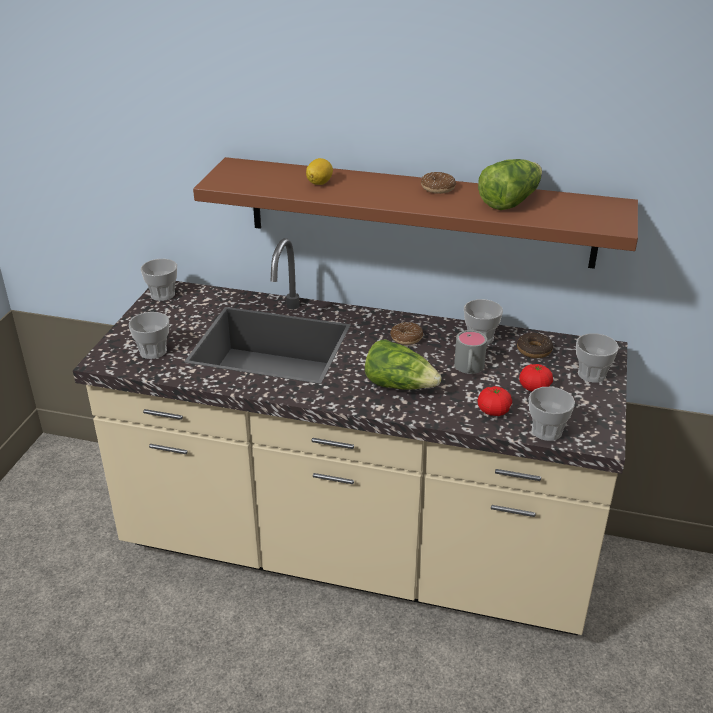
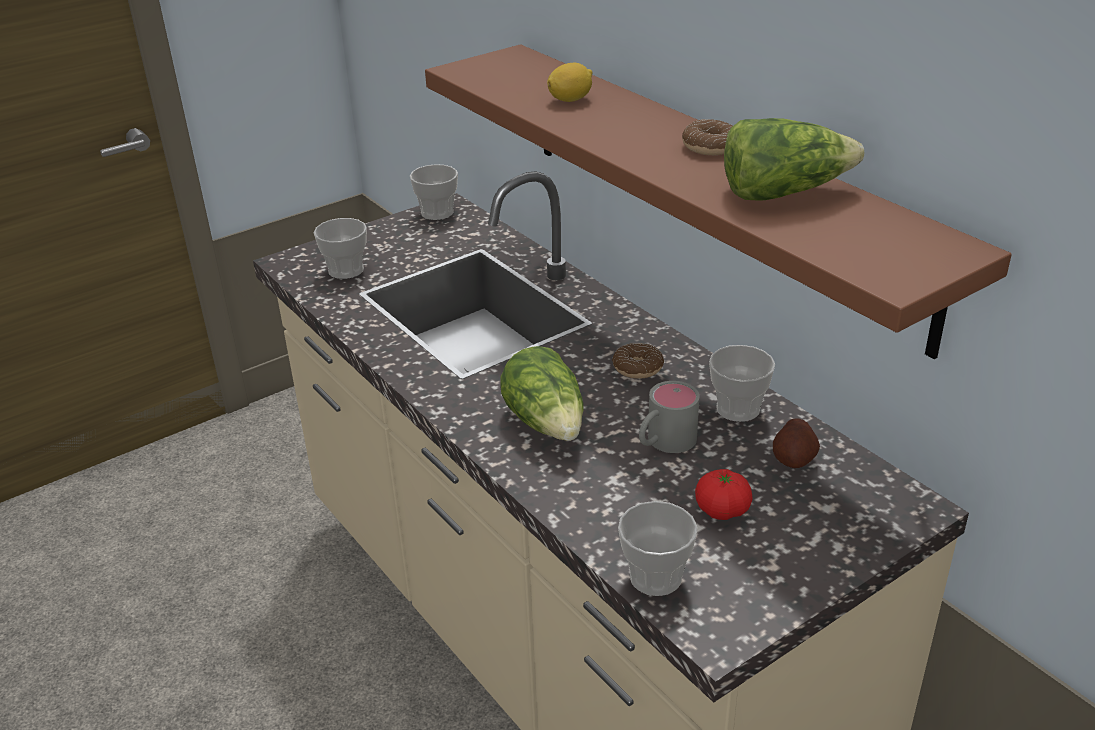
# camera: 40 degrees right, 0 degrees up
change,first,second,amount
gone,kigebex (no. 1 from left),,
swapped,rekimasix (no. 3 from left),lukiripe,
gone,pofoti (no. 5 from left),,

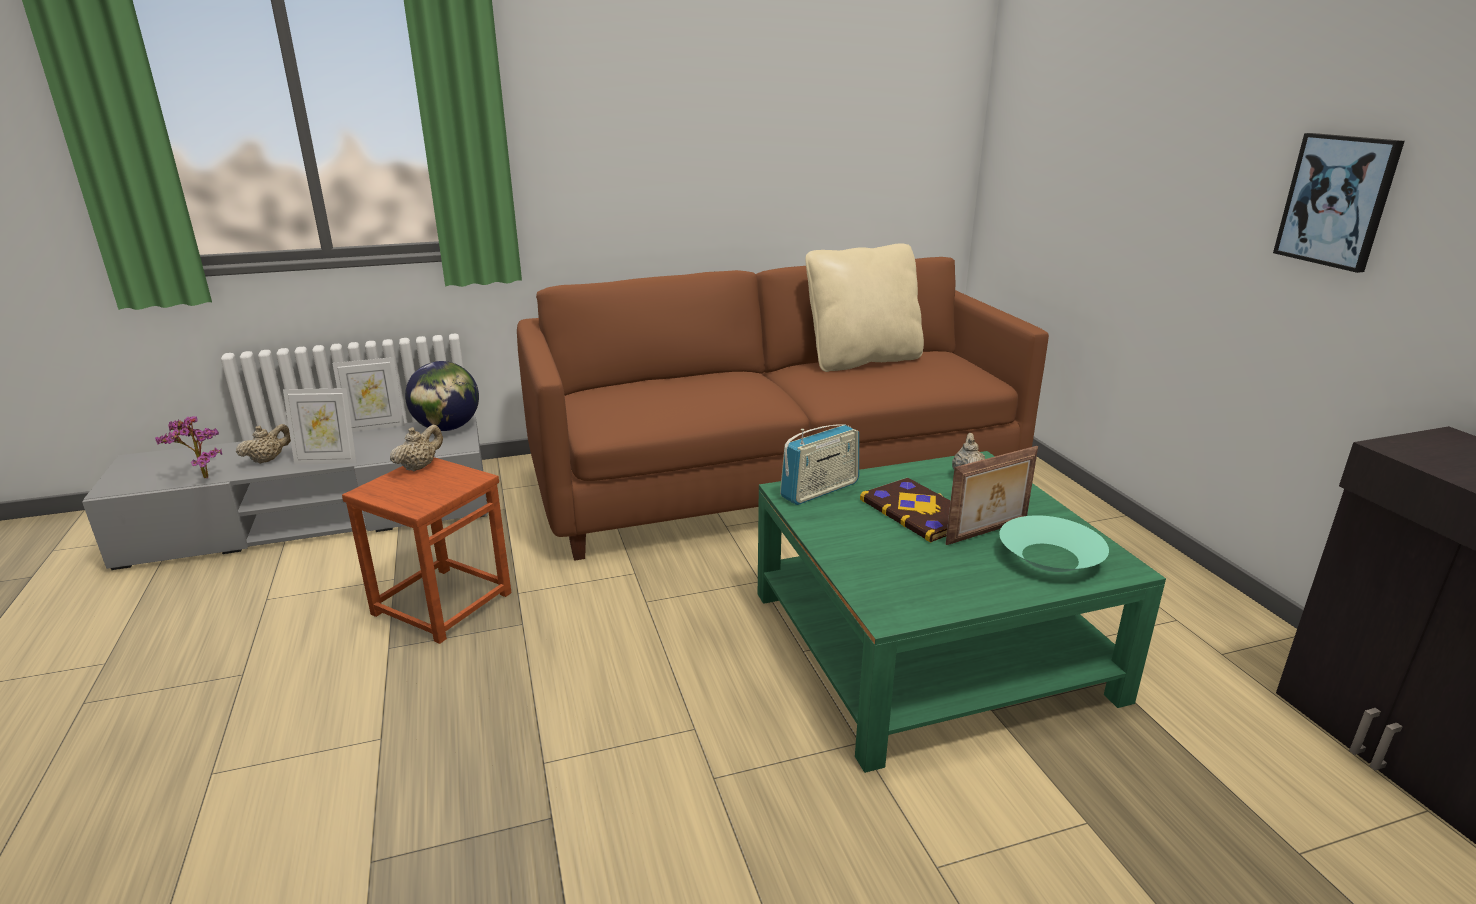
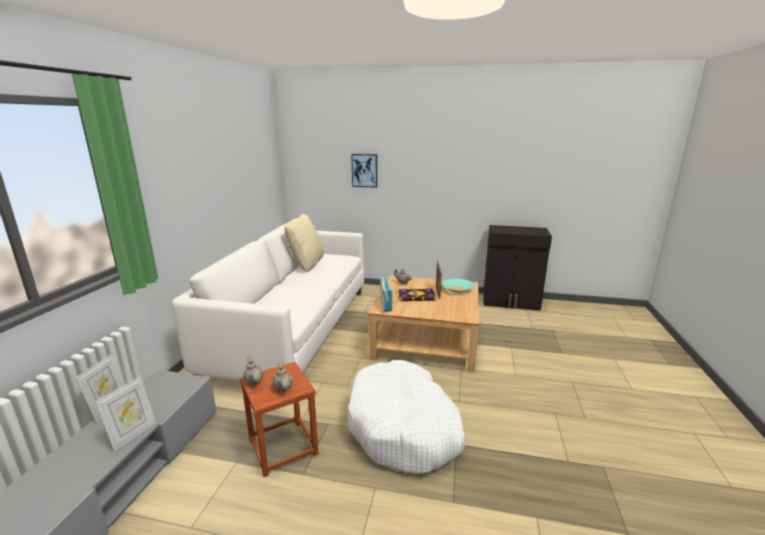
# camera: 60 degrees left, 5 degrees down
change,first,second,amount
gone,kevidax,,
shifted,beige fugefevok (no. 1 from left in the first image),beige fugefevok (no. 2 from left),
gone,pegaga,,
repainted,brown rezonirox,white rezonirox,
repainted,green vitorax,beige vitorax,
shifted,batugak,,
new,,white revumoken,

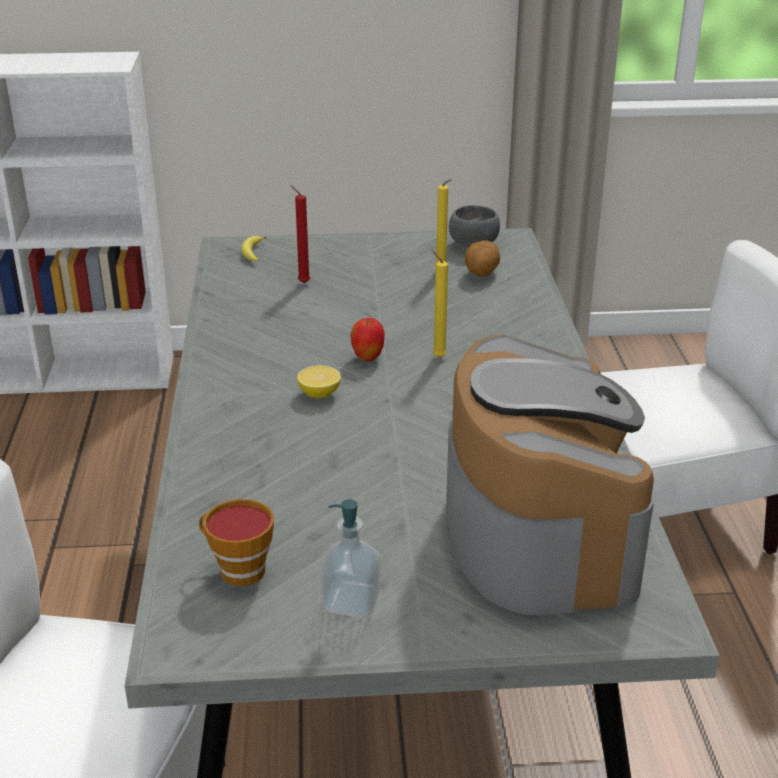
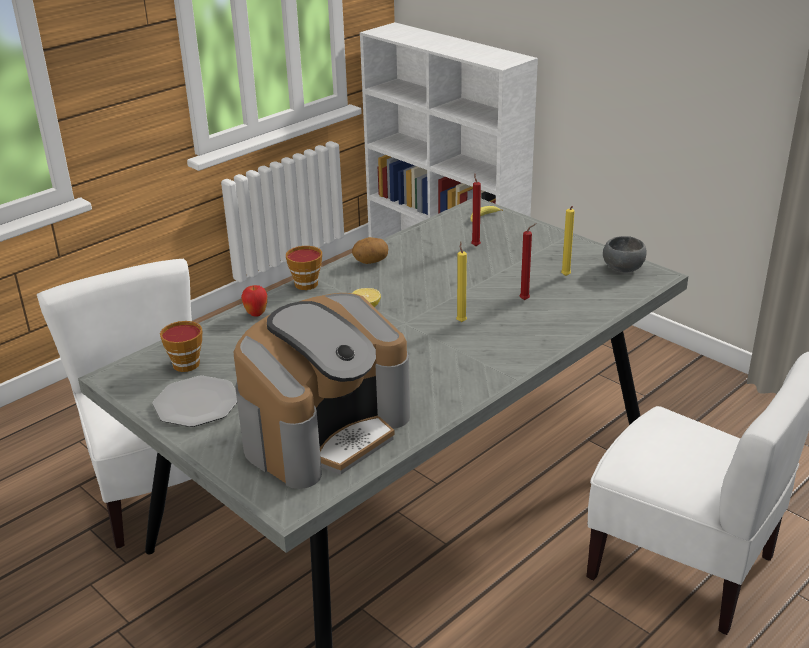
# camera: 50 degrees right, 0 degrees up
change,first,second,amount
swapped,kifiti,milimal,
shifted,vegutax,,
shifted,lukiripe,,
new,,pofoti (no. 2 from left),
new,,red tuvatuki (no. 2 from left),

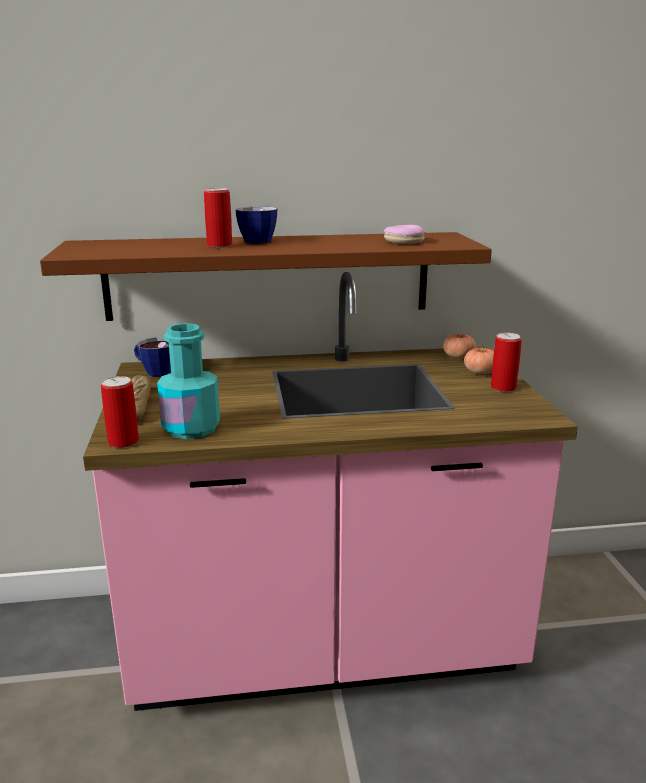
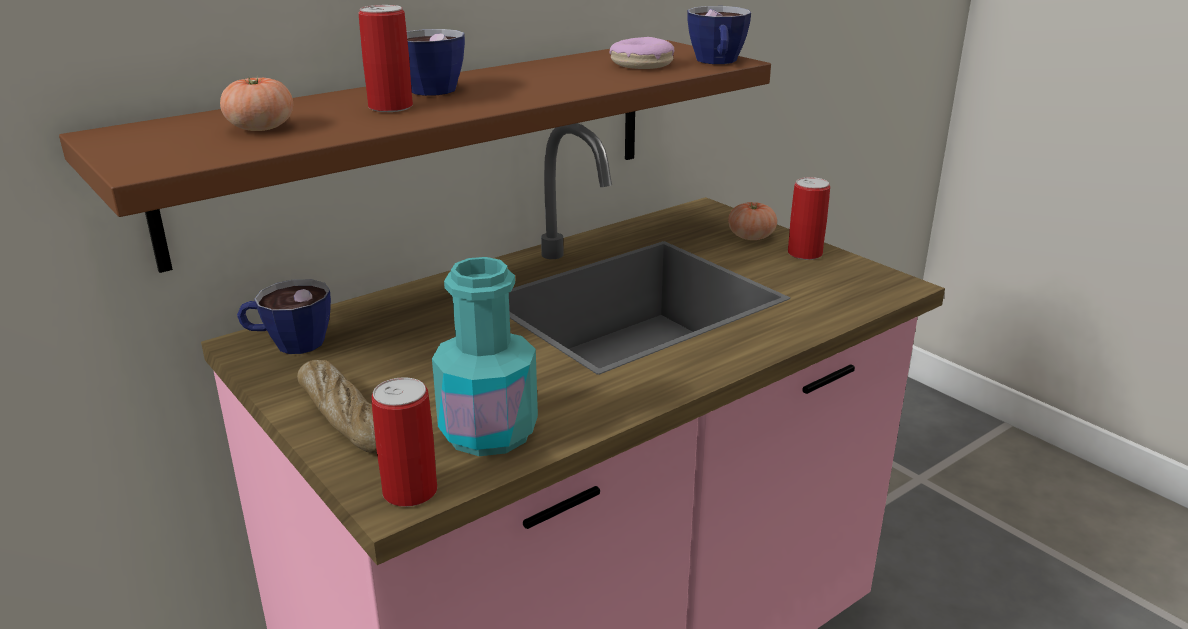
# camera: 30 degrees left, 5 degrees up
change,first,second,amount
shifted,kigebex (no. 1 from left),,
new,,pofoti (no. 3 from left),

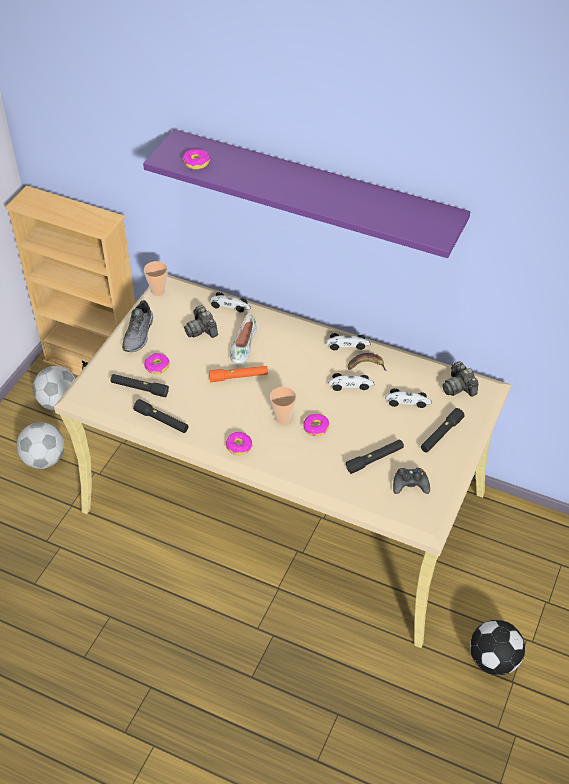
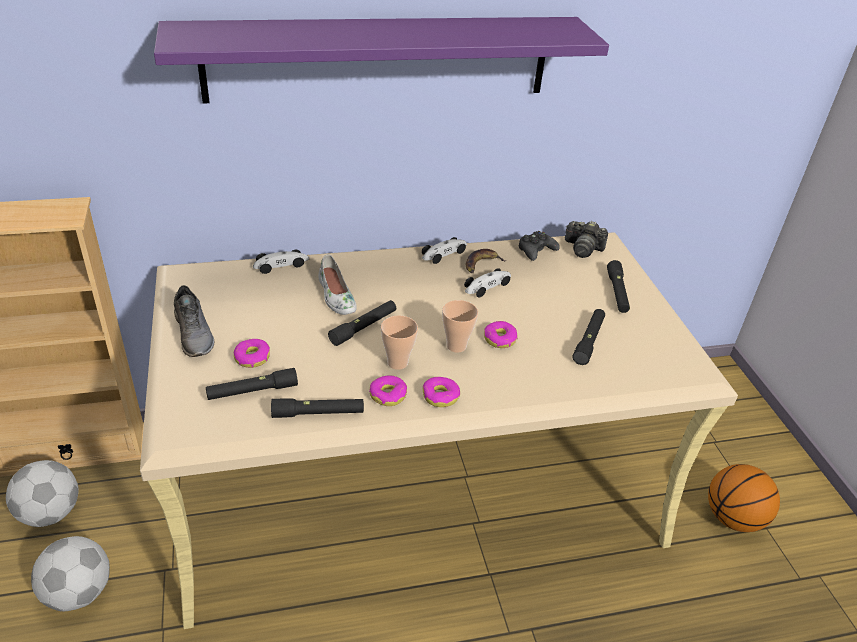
# camera: 40 degrees left, 10 degrees down
change,first,second,amount
shifted,pofoti (no. 1 from left),,
shifted,rekimasix (no. 2 from left),,
gone,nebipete (no. 1 from left),,
repainted,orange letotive,black letotive (no. 3 from left),
gone,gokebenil (no. 4 from left),,
shifted,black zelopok,,
swapped,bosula (no. 3 from left),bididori,

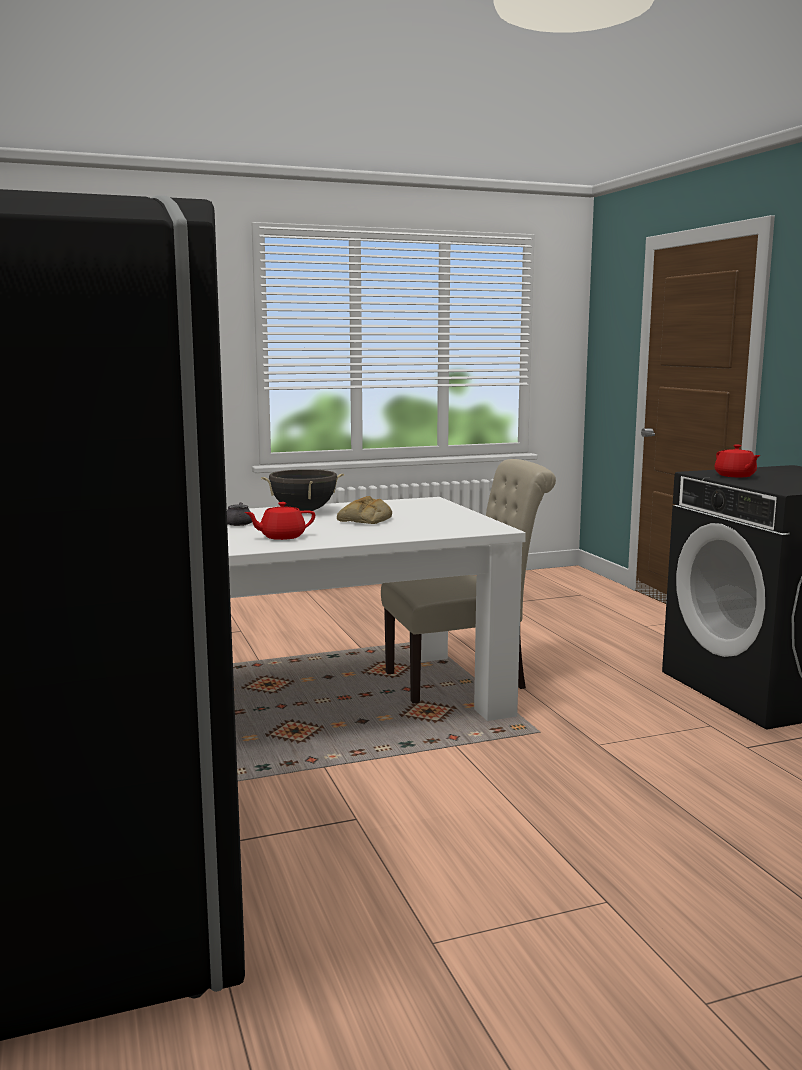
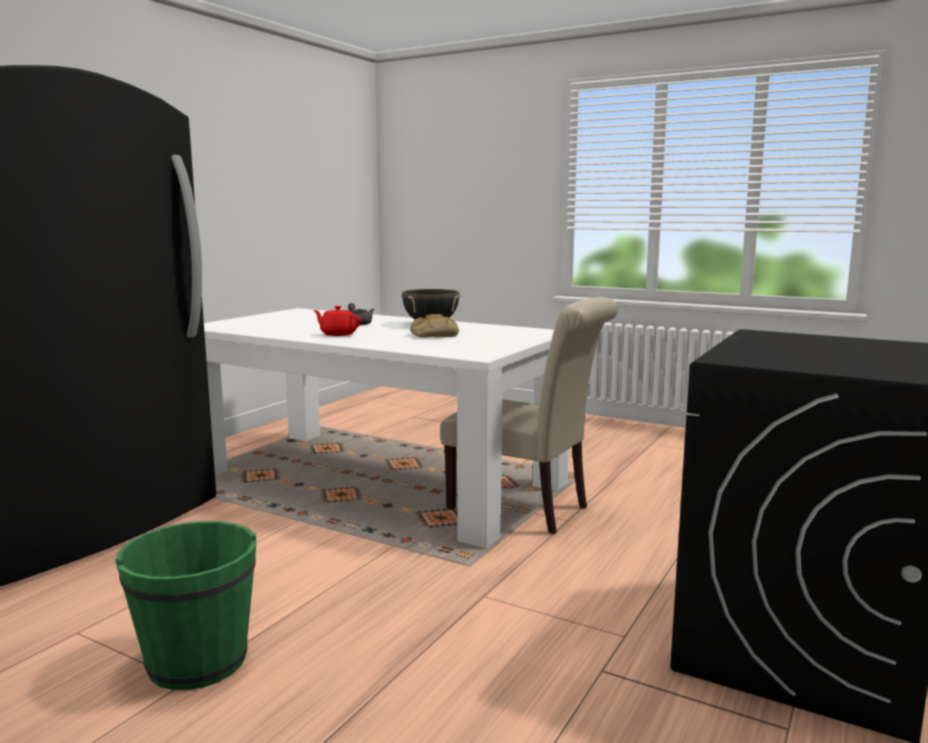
# camera: 50 degrees right, 0 degrees up
change,first,second,amount
gone,red fugefevok (no. 2 from left),,
new,,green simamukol,

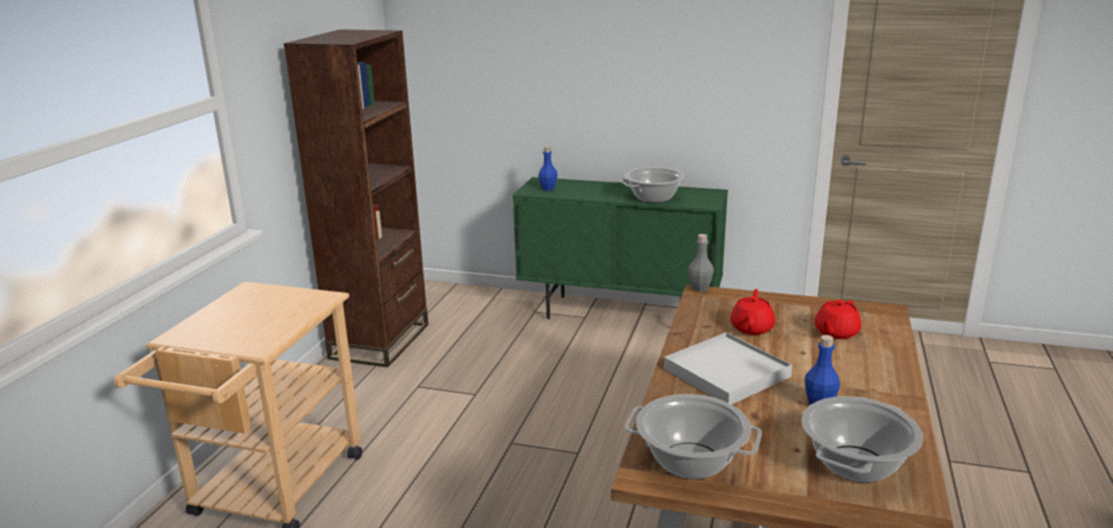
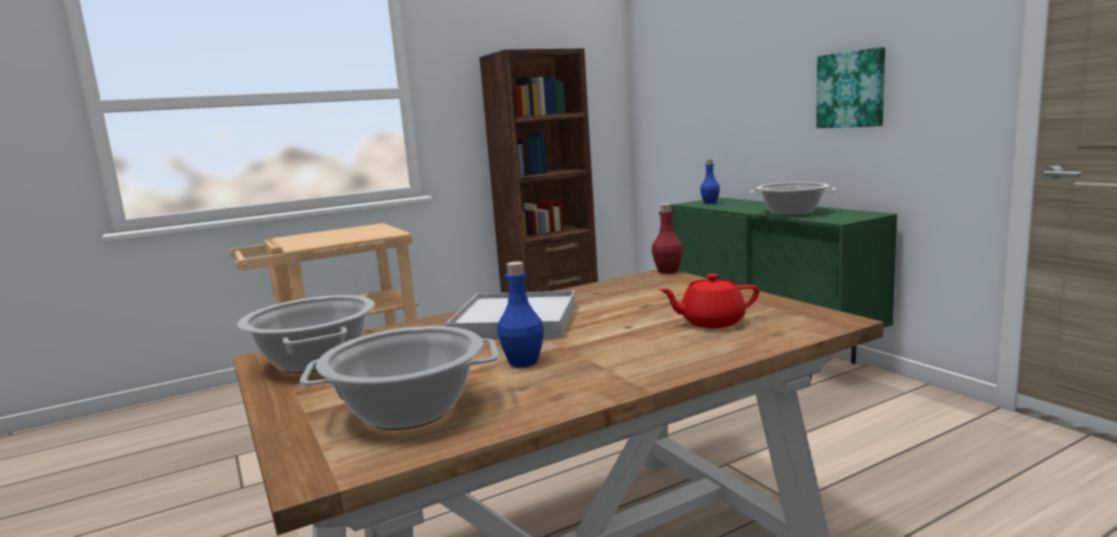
# camera: 45 degrees right, 10 degrees down
change,first,second,amount
repainted,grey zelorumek,red zelorumek,
gone,red fugefevok (no. 1 from left),,
new,,batugak,

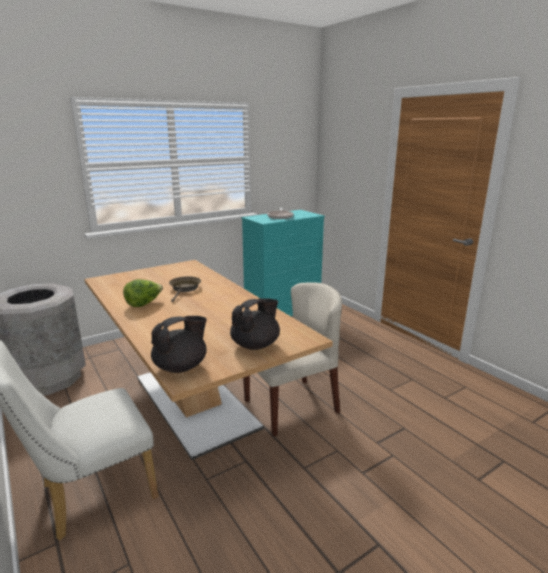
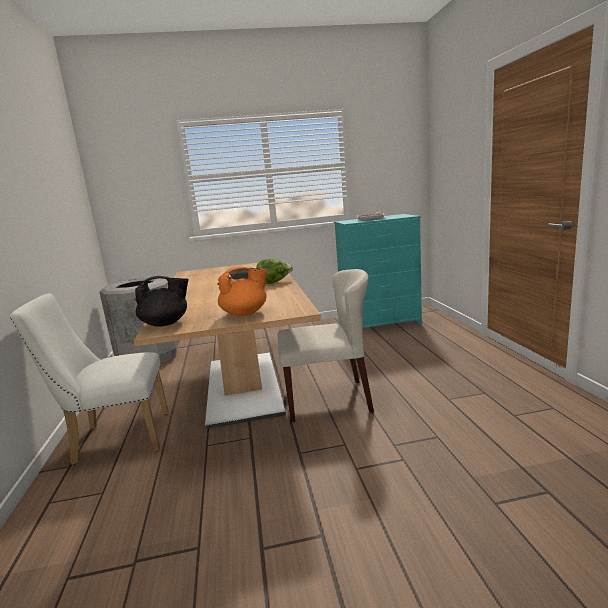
# camera: 25 degrees right, 5 degrees down
change,first,second,amount
shifted,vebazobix,,
repainted,black fugefevok (no. 2 from left),orange fugefevok,

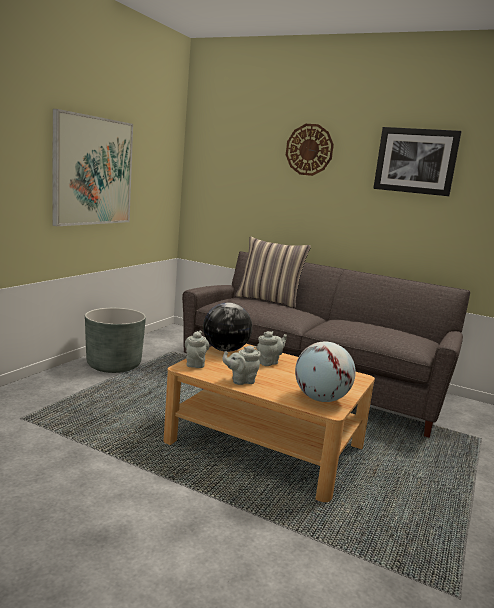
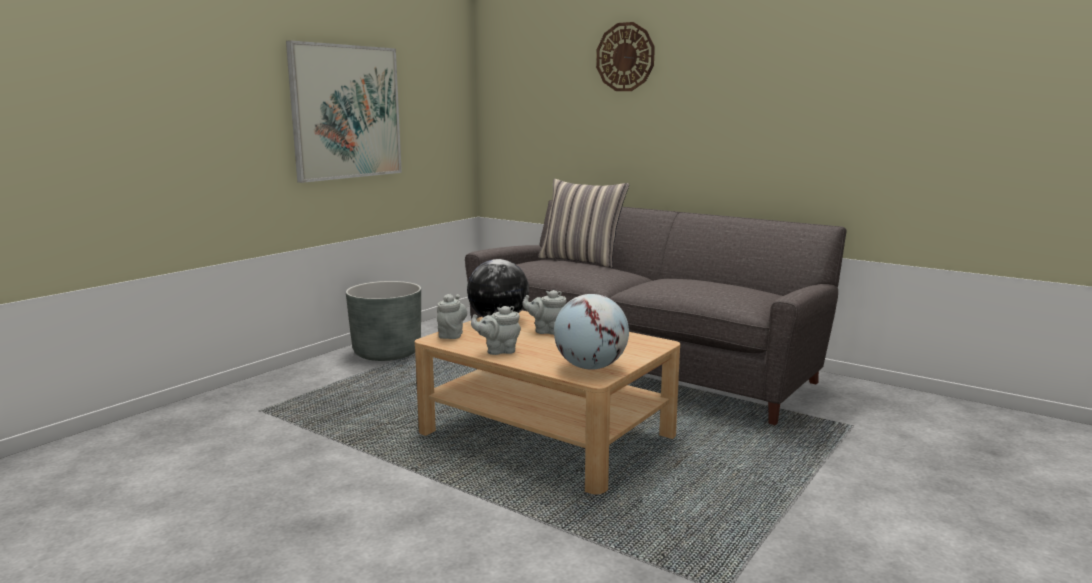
# camera: 10 degrees right, 0 degrees up
change,first,second,amount
rotated,grey fugefevok (no. 3 from left),,135 degrees counterclockwise
gone,batugak (no. 2 from left),,

